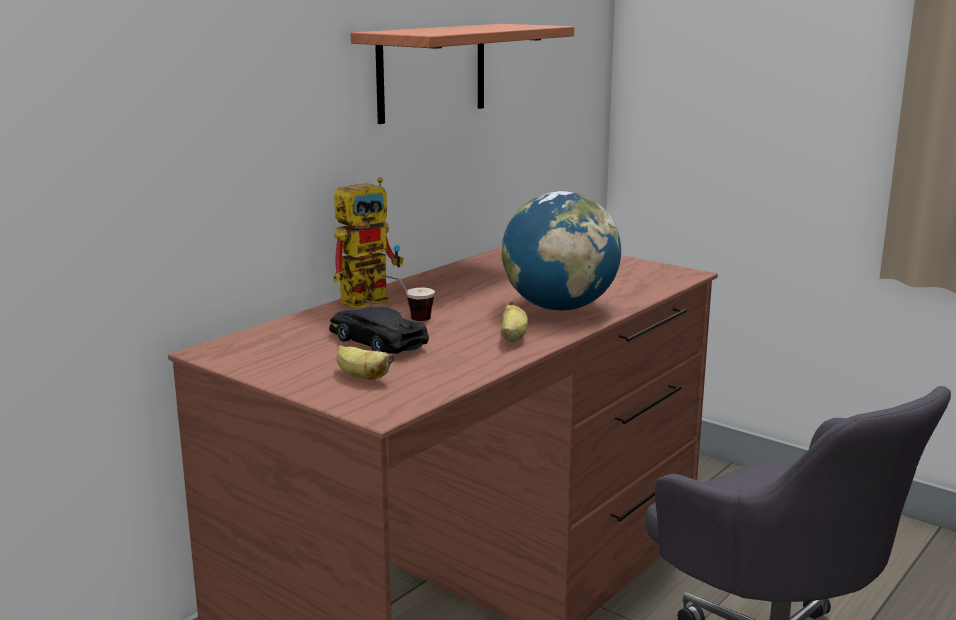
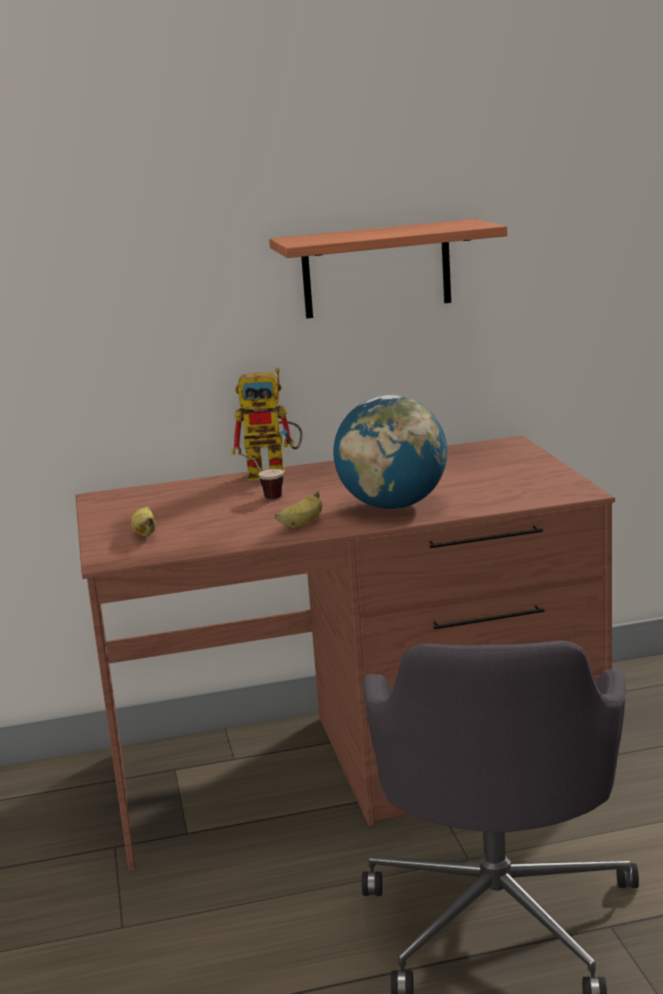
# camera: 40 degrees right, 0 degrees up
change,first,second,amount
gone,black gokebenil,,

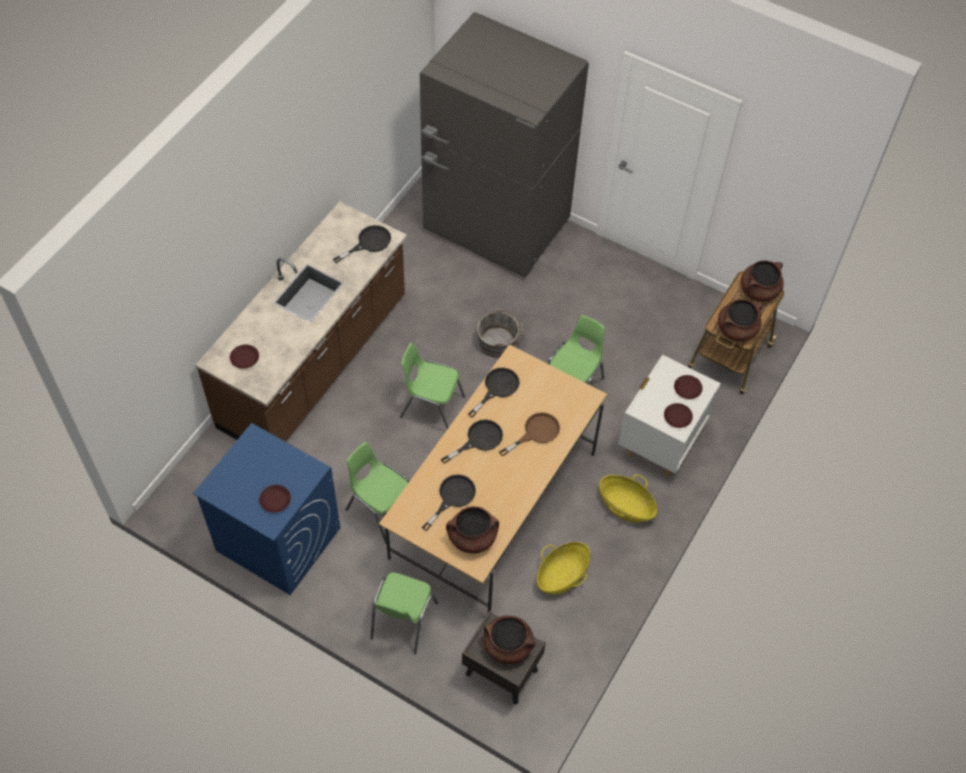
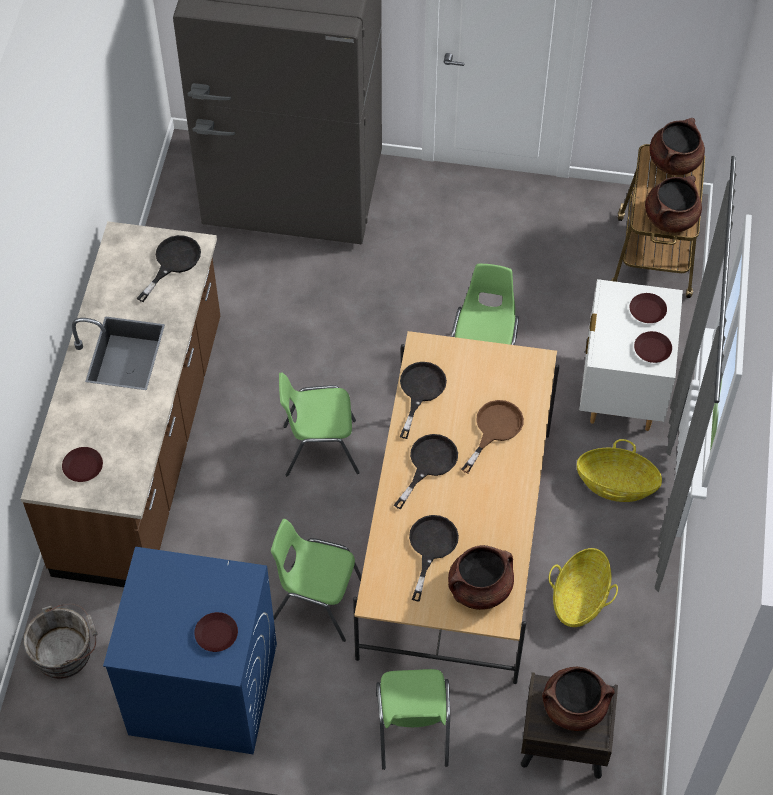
# camera: 20 degrees left, 0 degrees up
change,first,second,amount
shifted,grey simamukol,,

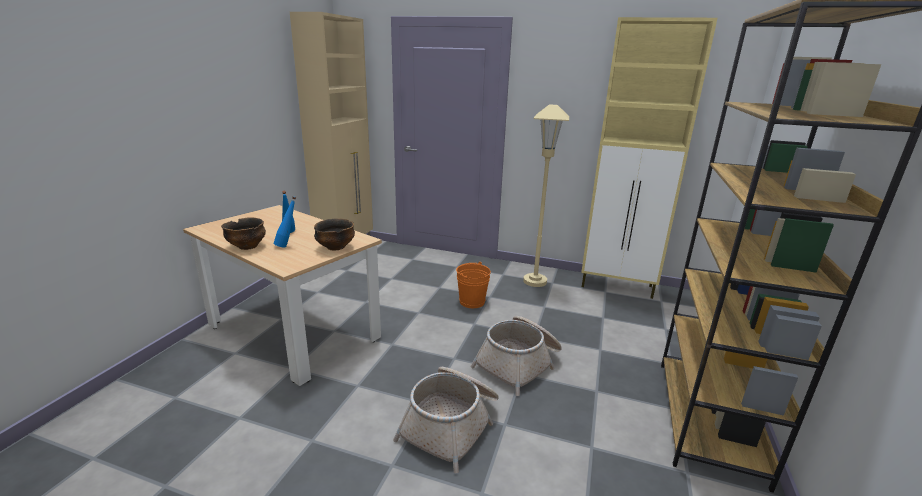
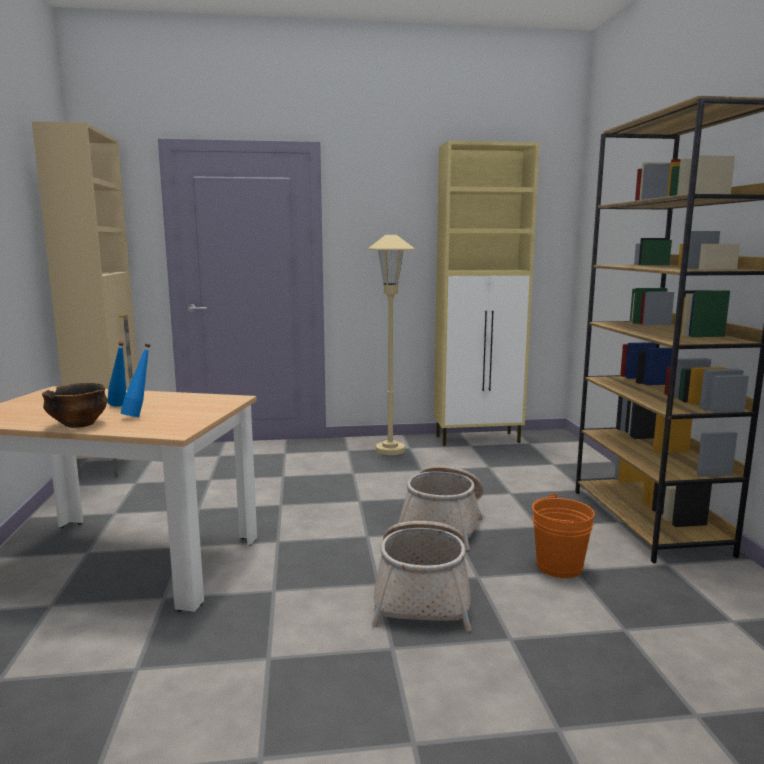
# camera: 25 degrees left, 10 degrees down
change,first,second,amount
gone,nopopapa (no. 2 from left),,
shifted,orange simamukol,,

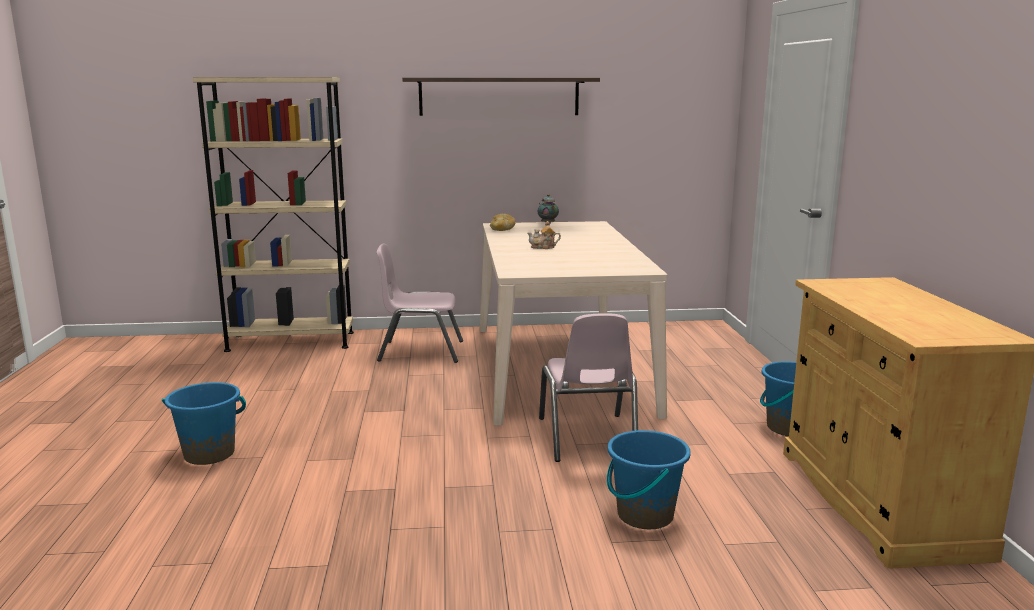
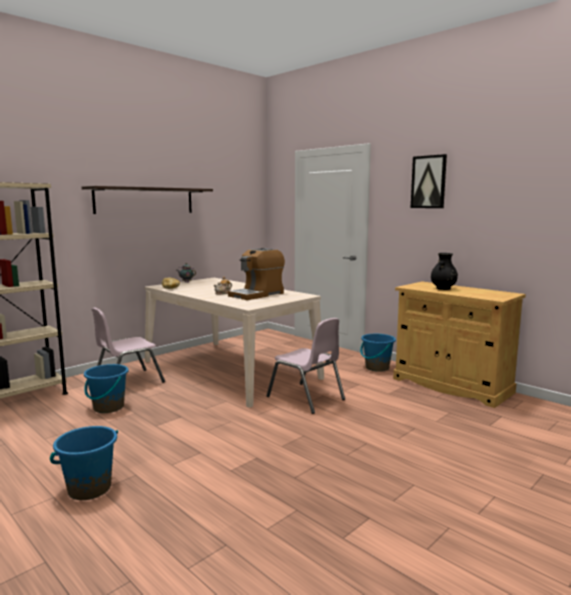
# camera: 40 degrees left, 5 degrees down
change,first,second,amount
shifted,blue simamukol (no. 2 from left),,
new,,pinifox,
new,,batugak,
new,,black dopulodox,

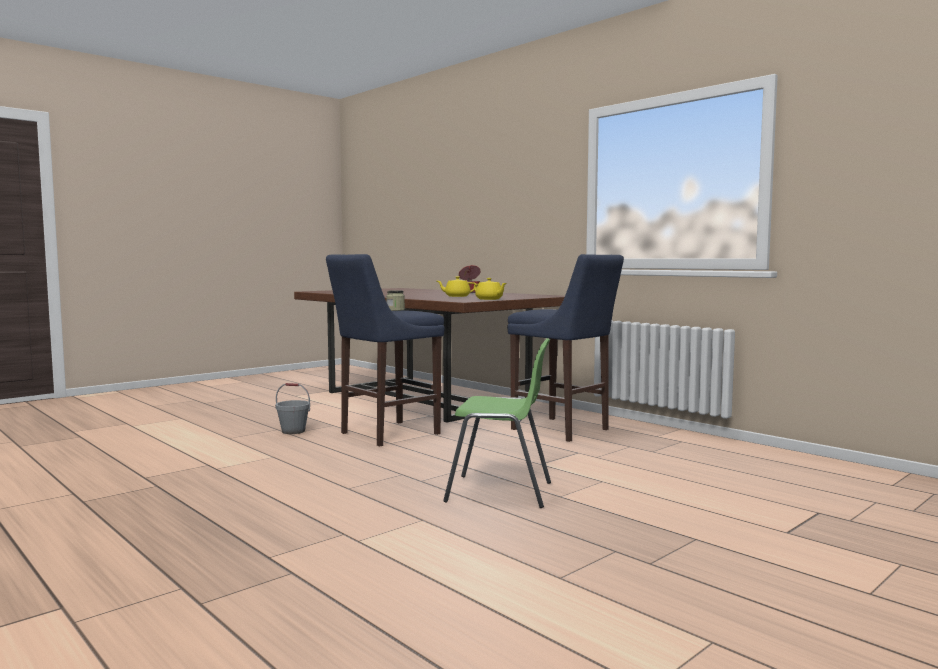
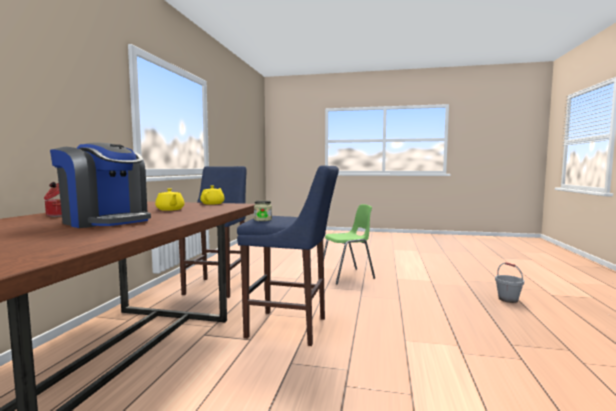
# camera: 125 degrees left, 0 degrees up
change,first,second,amount
shifted,grey simamukol,,
rotated,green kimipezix,,90 degrees clockwise
new,,pinifox,

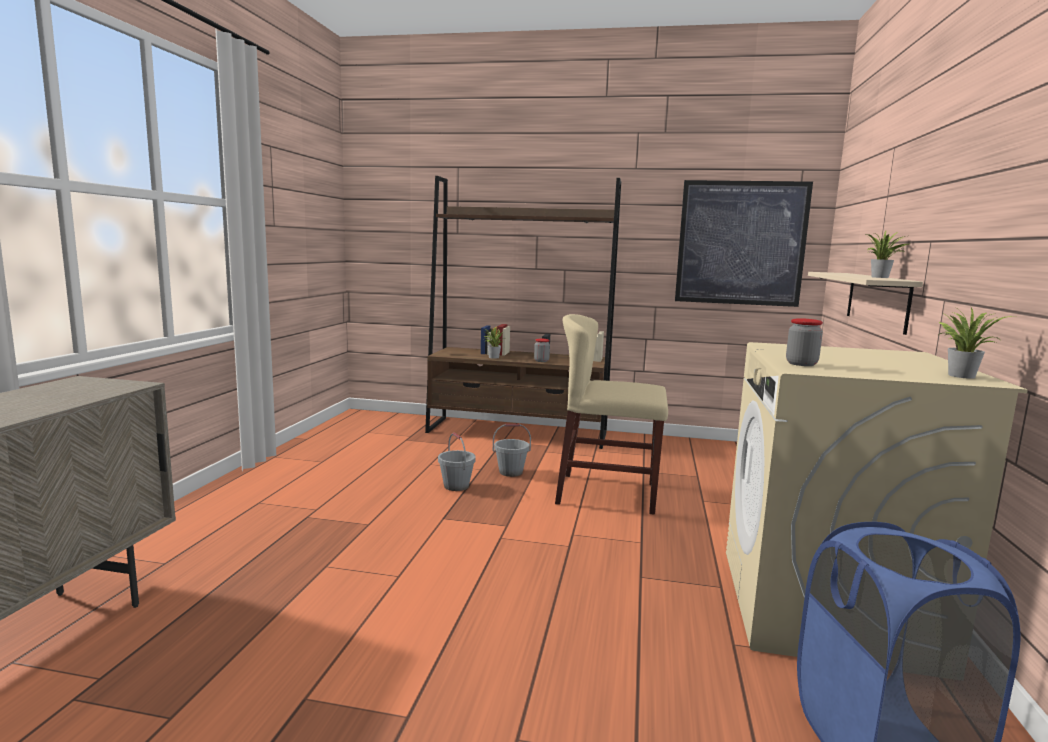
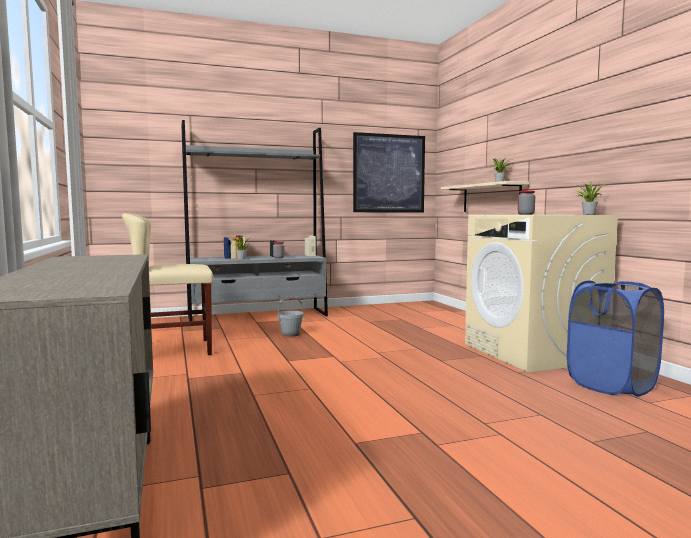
# camera: 30 degrees left, 5 degrees down
change,first,second,amount
repainted,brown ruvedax,grey ruvedax,
gone,grey simamukol (no. 1 from left),,
shifted,beige kimipezix,,

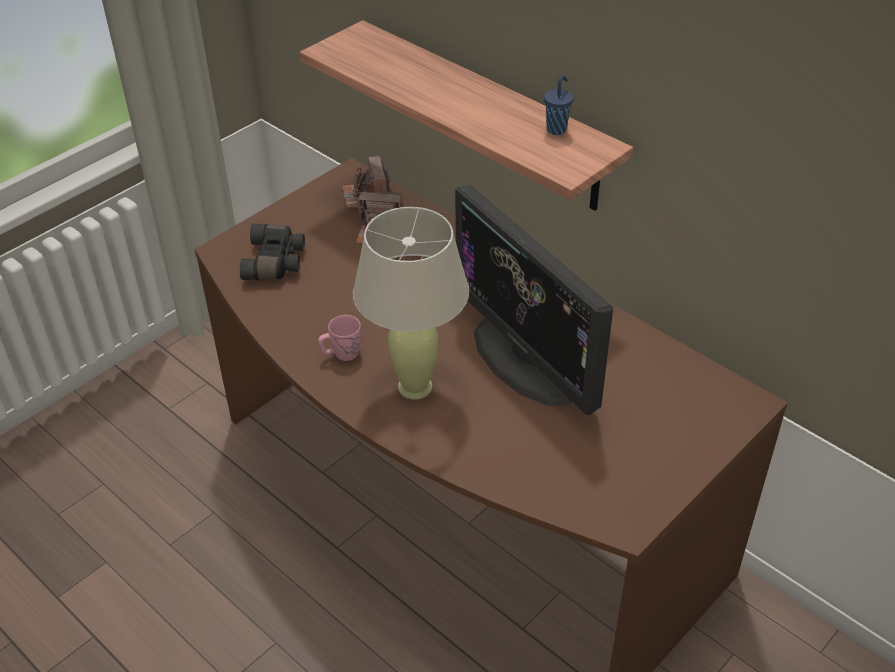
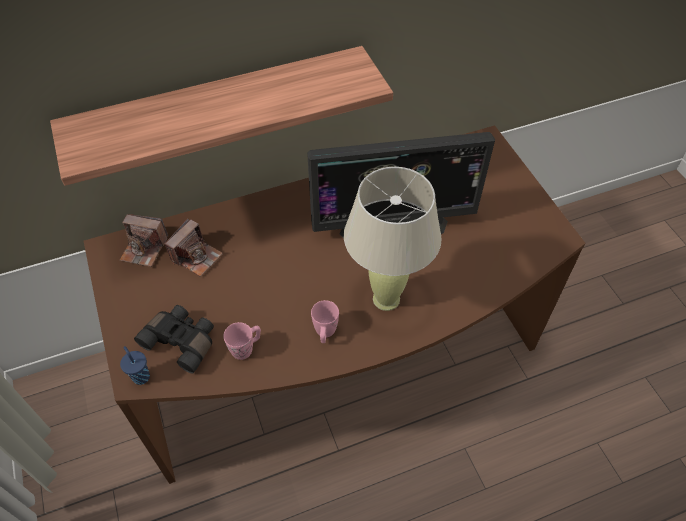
# camera: 65 degrees left, 10 degrees up
change,first,second,amount
shifted,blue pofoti,,
new,,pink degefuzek (no. 1 from left),

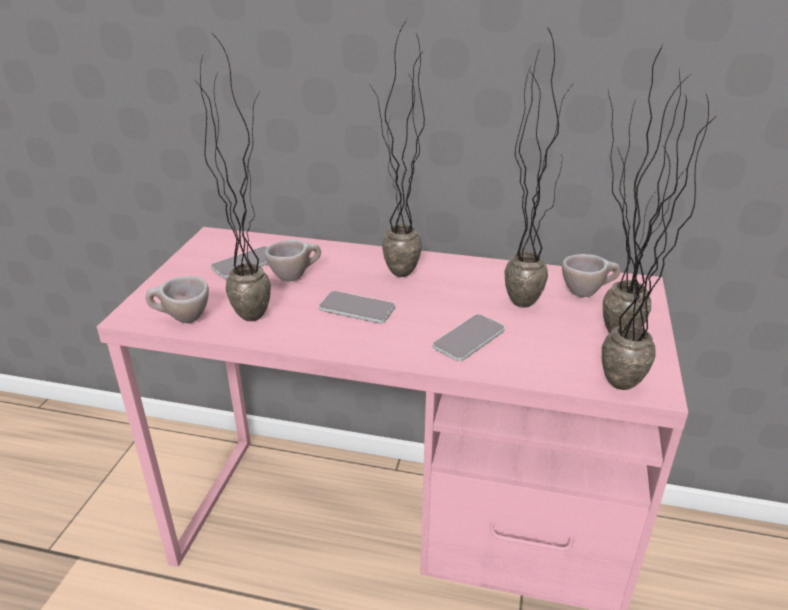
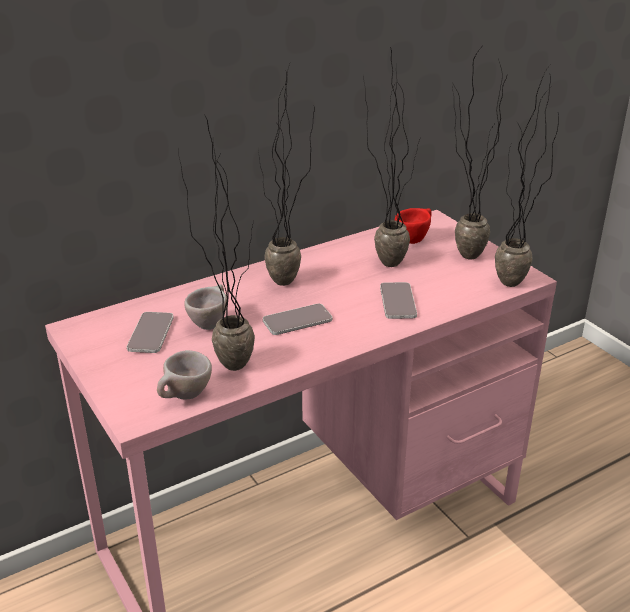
# camera: 45 degrees left, 0 degrees up
change,first,second,amount
repainted,beige pofoti (no. 3 from left),red pofoti,

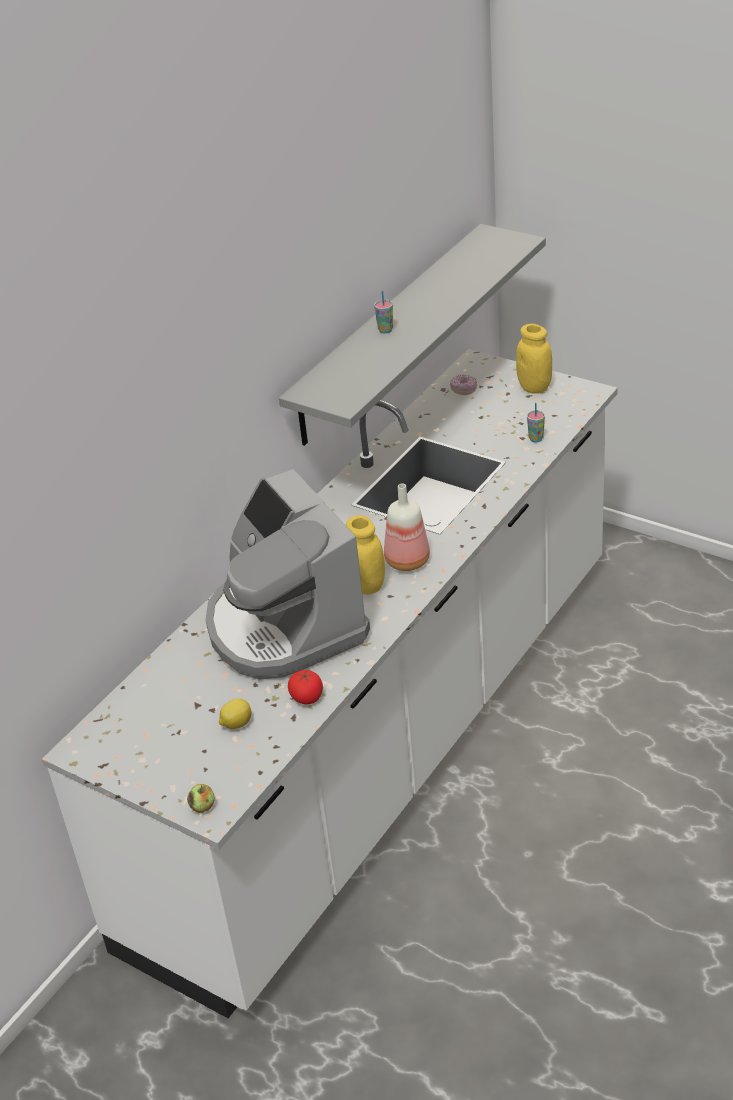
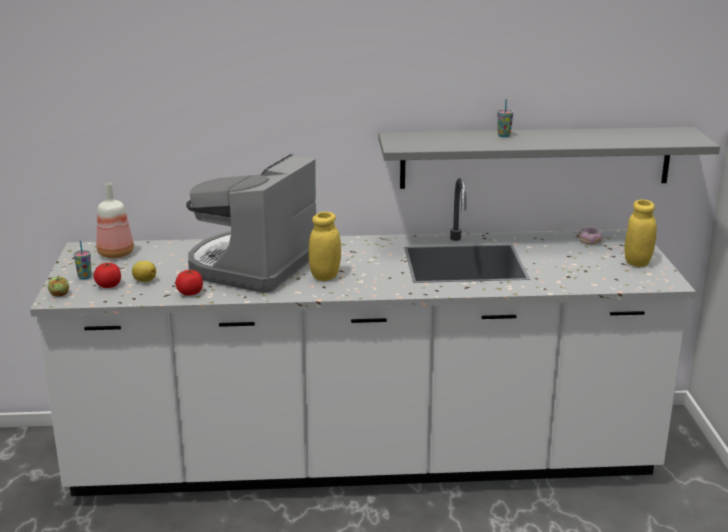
# camera: 50 degrees right, 15 degrees down
change,first,second,amount
shifted,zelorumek,,
shifted,pofoti (no. 2 from left in the first image),pofoti (no. 1 from left),
new,,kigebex (no. 1 from left),

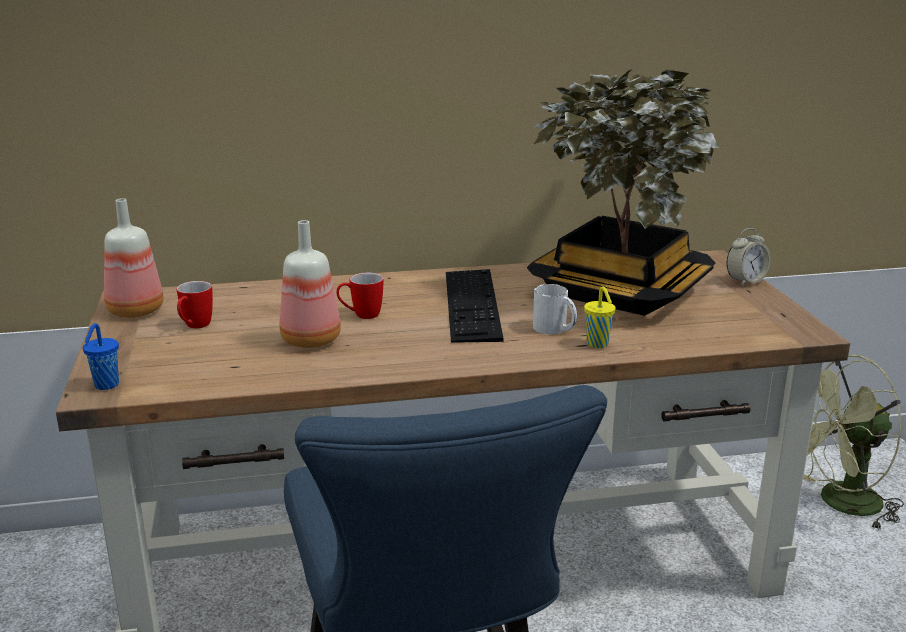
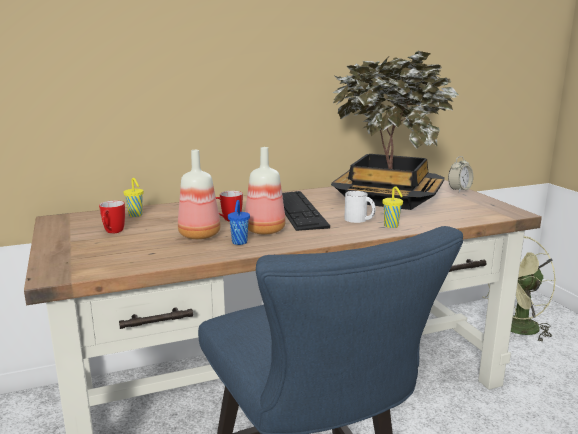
# camera: 10 degrees left, 5 degrees down
change,first,second,amount
shifted,blue pofoti,,
shifted,zelorumek (no. 1 from left in the first image),zelorumek (no. 2 from left),
new,,yellow pofoti (no. 1 from left),

